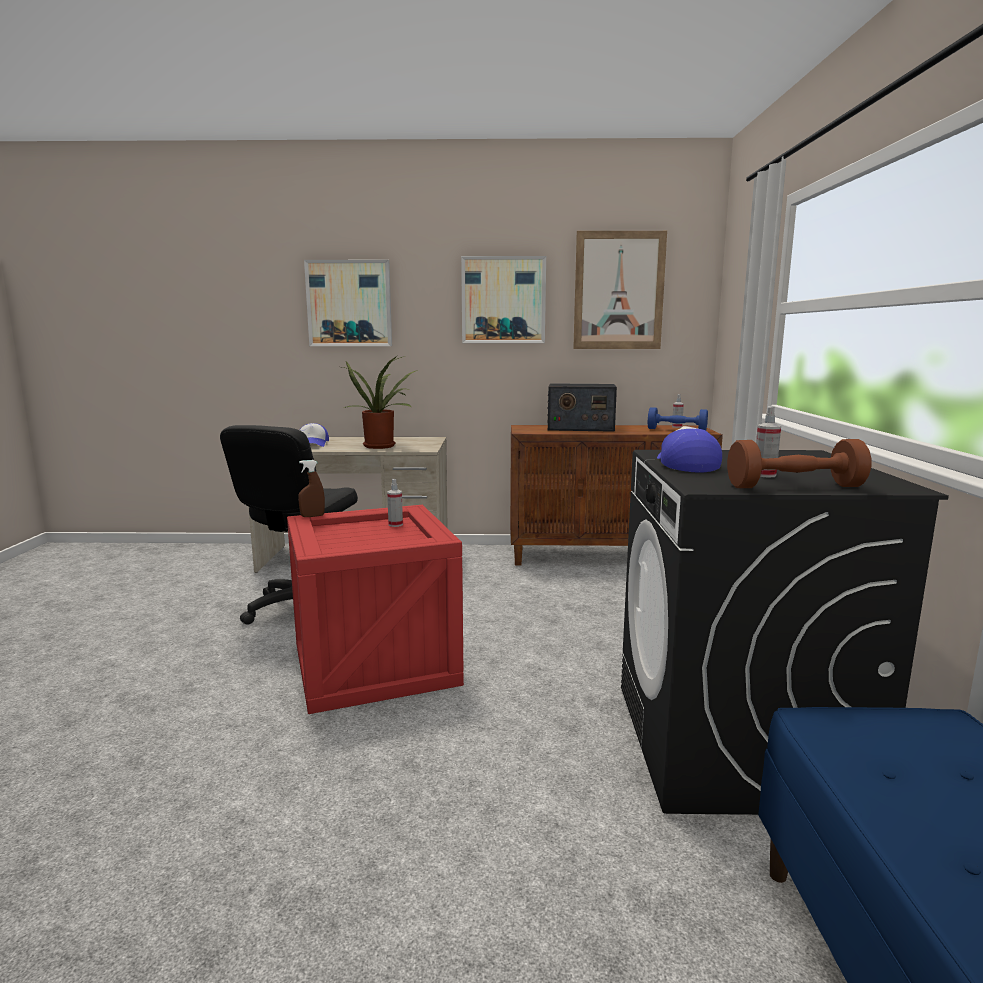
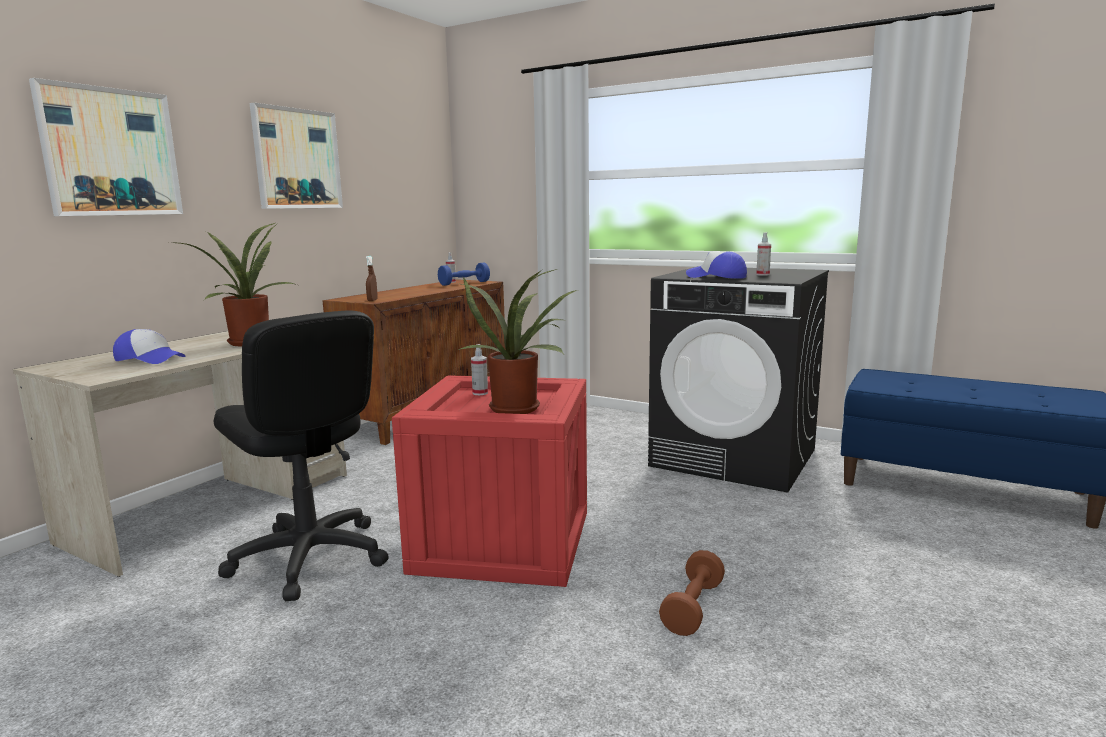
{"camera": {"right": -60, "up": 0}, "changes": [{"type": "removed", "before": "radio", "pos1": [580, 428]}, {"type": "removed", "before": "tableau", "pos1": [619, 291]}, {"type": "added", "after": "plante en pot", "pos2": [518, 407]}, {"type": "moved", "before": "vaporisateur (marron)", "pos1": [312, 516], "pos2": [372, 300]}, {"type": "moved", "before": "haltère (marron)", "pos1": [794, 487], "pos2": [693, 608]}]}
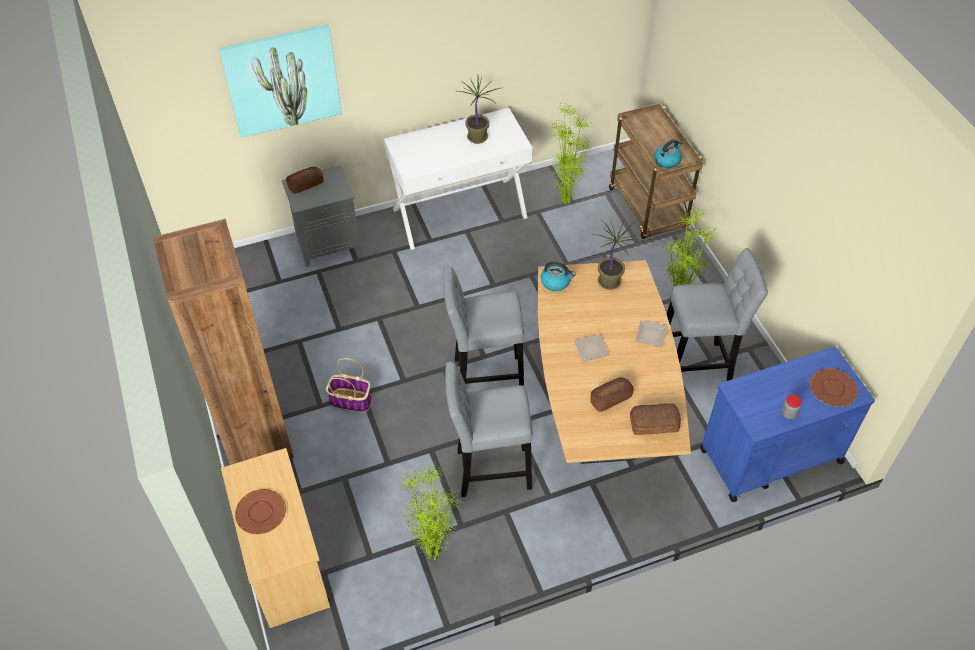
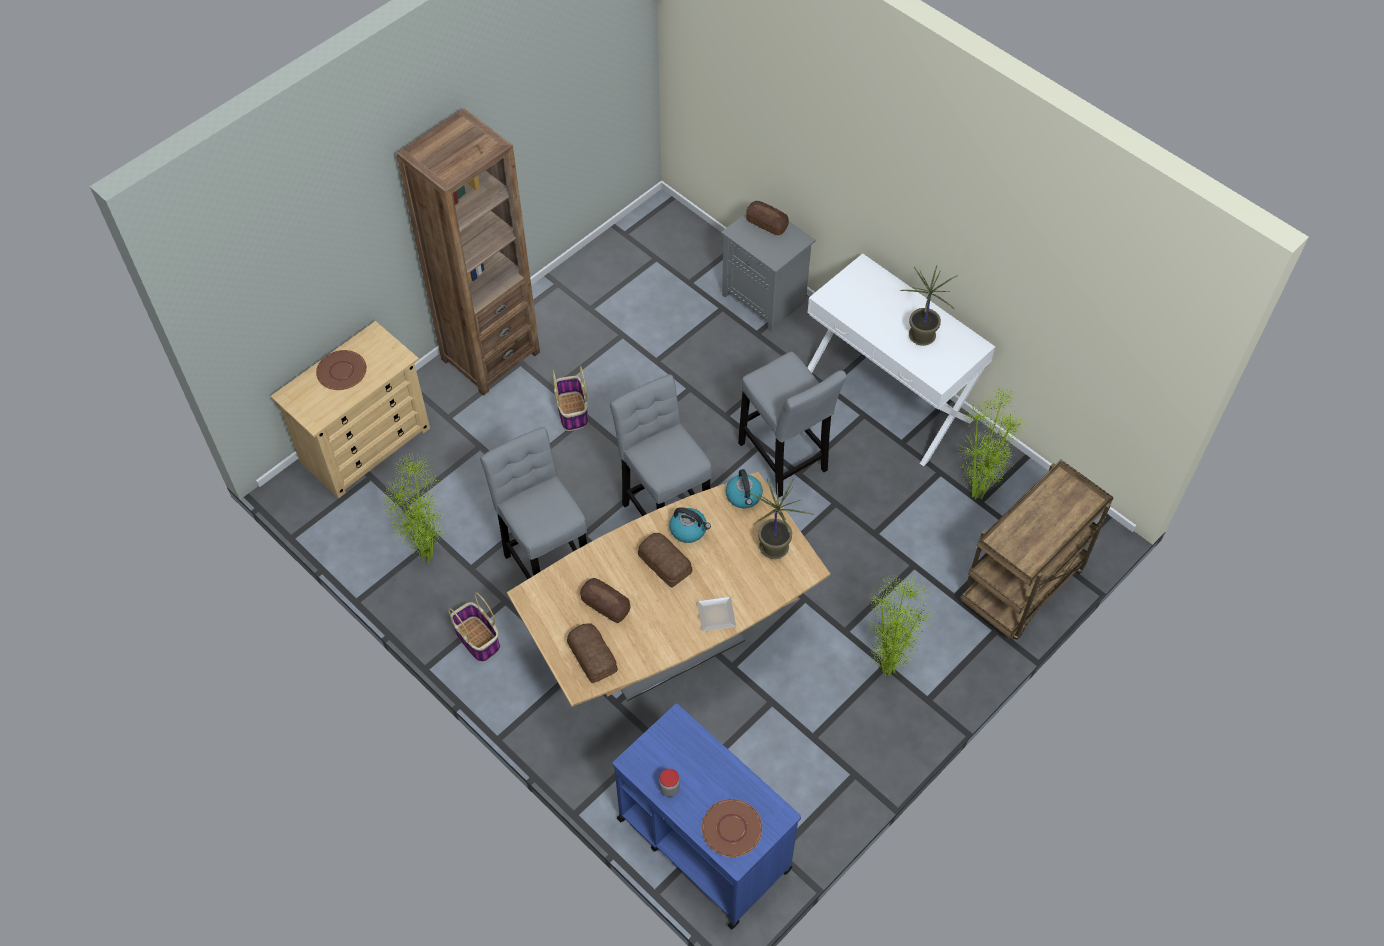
{"camera": {"right": 65, "up": 5}, "changes": [{"type": "removed", "before": "tableau", "pos1": [282, 80]}, {"type": "added", "after": "panier", "pos2": [478, 640]}, {"type": "moved", "before": "bouilloire", "pos1": [667, 160], "pos2": [689, 530]}, {"type": "moved", "before": "tabouret (gris)", "pos1": [698, 365], "pos2": [784, 461]}, {"type": "replaced", "before": "assiette", "after": "pain", "pos1": [592, 349], "pos2": [664, 565]}]}
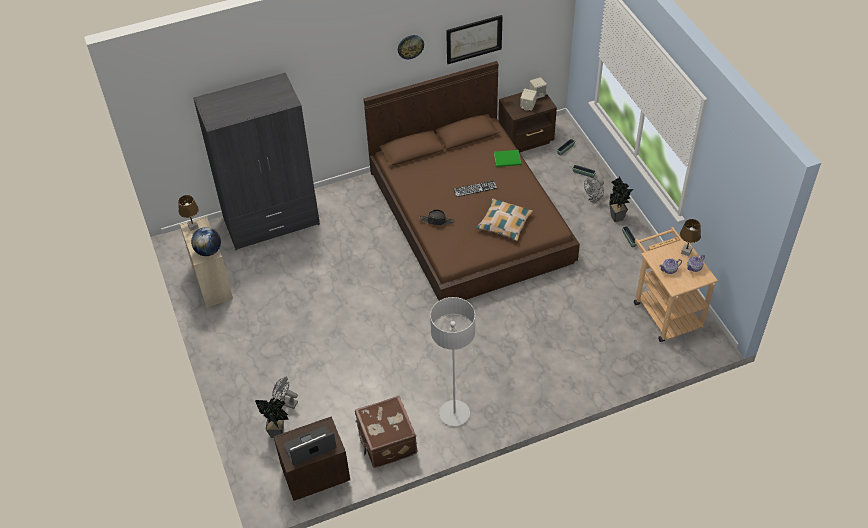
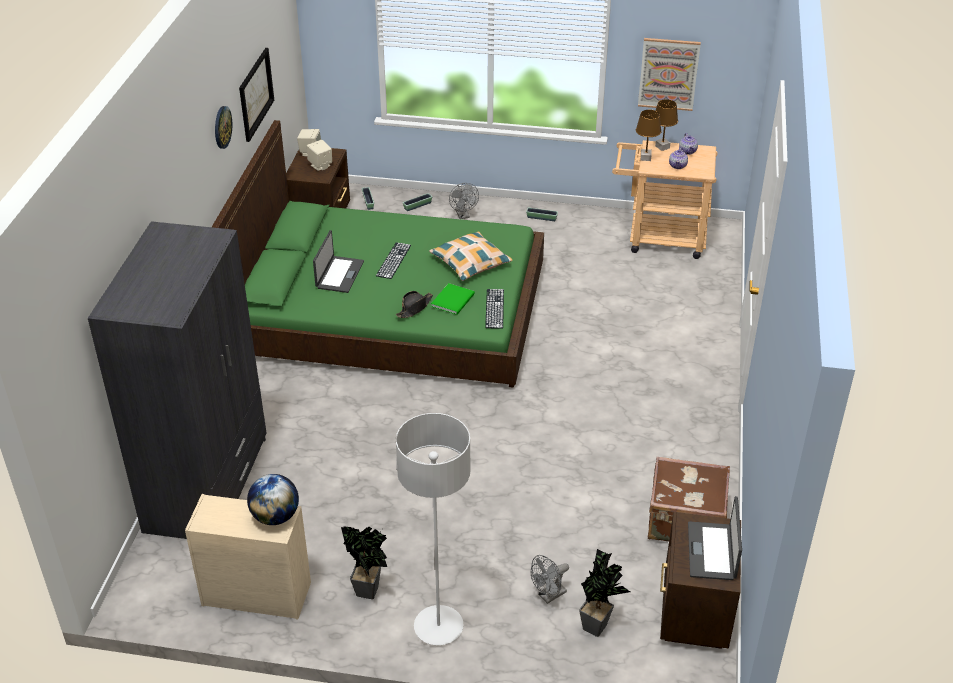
{"camera": {"right": -60, "up": -10}, "changes": [{"type": "added", "after": "ordinateur portable", "pos2": [339, 274]}, {"type": "added", "after": "clavier", "pos2": [494, 308]}, {"type": "added", "after": "tableau", "pos2": [668, 74]}, {"type": "moved", "before": "lampe de table (marron)", "pos1": [193, 226], "pos2": [645, 157]}, {"type": "moved", "before": "lampadaire (gris)", "pos1": [454, 414], "pos2": [438, 627]}, {"type": "moved", "before": "livre (vert)", "pos1": [508, 159], "pos2": [454, 300]}, {"type": "moved", "before": "plante en pot", "pos1": [616, 219], "pos2": [370, 593]}, {"type": "recoloured", "before": "lit (marron)", "after": "lit (vert)", "pos1": [470, 216], "pos2": [392, 309]}]}
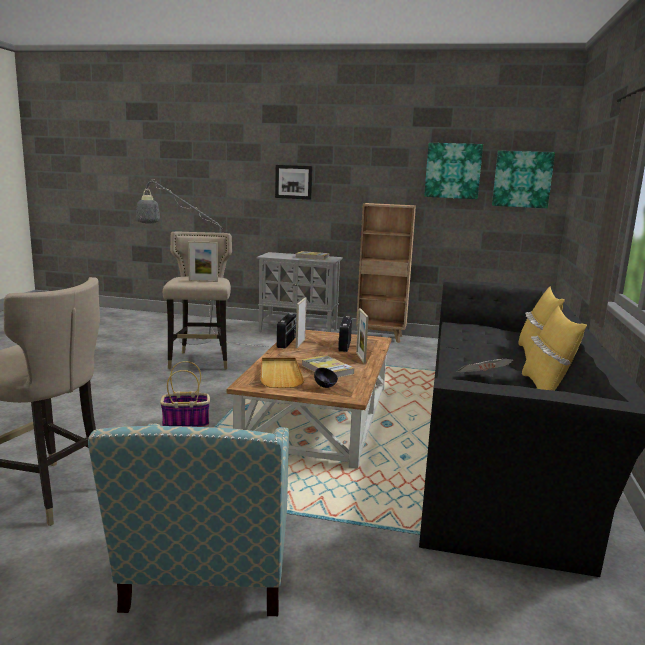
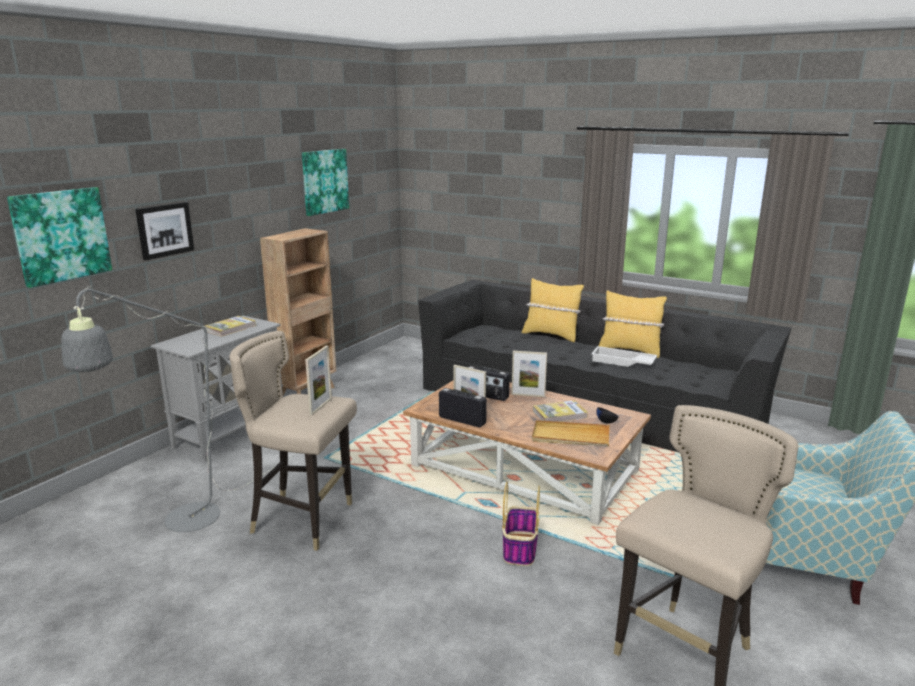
{"camera": {"right": -70, "up": 5}, "changes": [{"type": "moved", "before": "tableau", "pos1": [522, 179], "pos2": [61, 235]}, {"type": "replaced", "before": "journal", "after": "plateau (blanc)", "pos1": [482, 380], "pos2": [622, 362]}]}
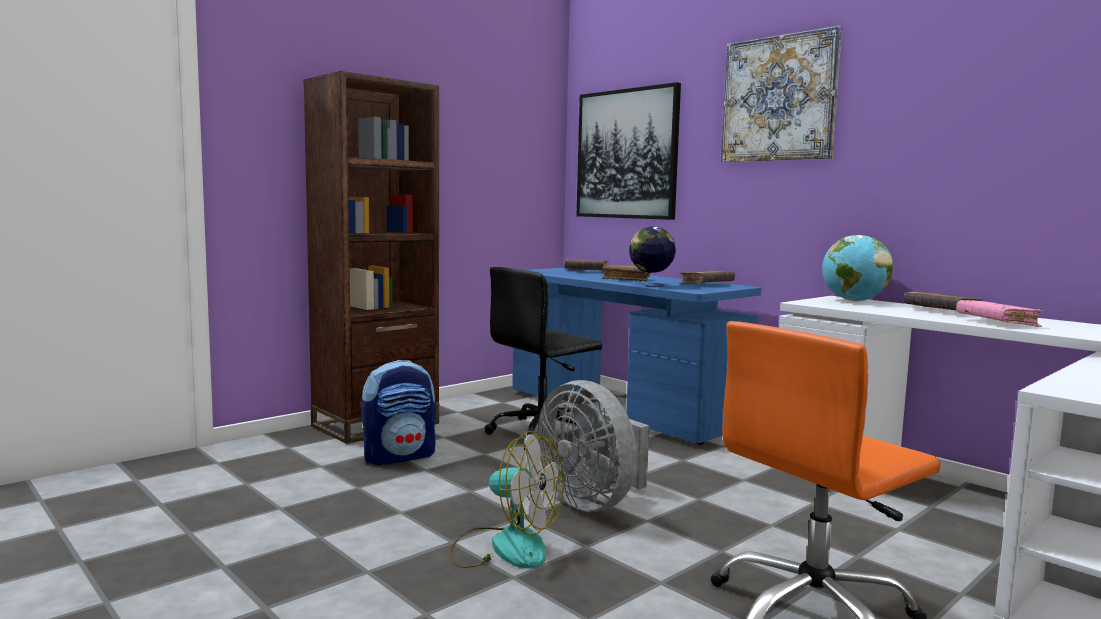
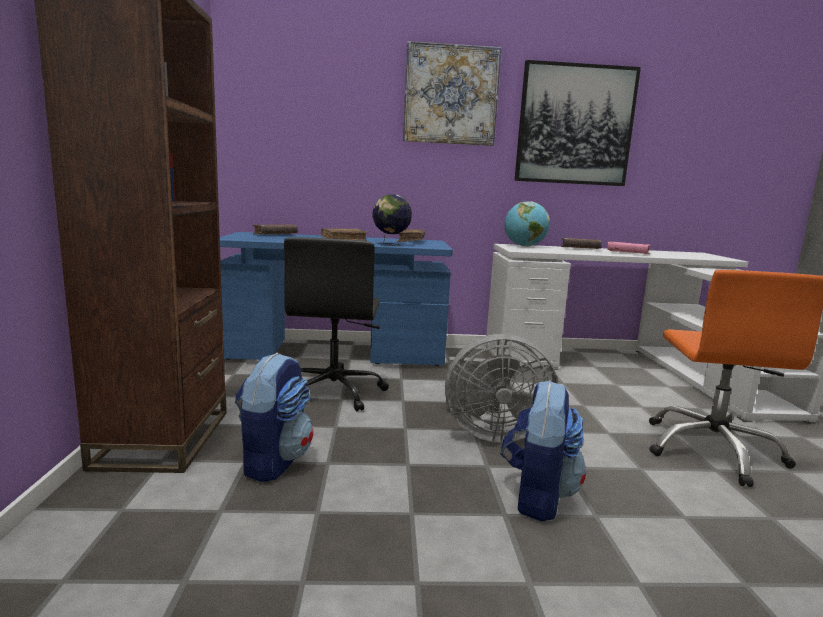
{"camera": {"right": -50, "up": 5}, "changes": [{"type": "moved", "before": "tableau", "pos1": [627, 154], "pos2": [575, 125]}, {"type": "replaced", "before": "ventilateur", "after": "sac à dos", "pos1": [505, 546], "pos2": [537, 496]}]}
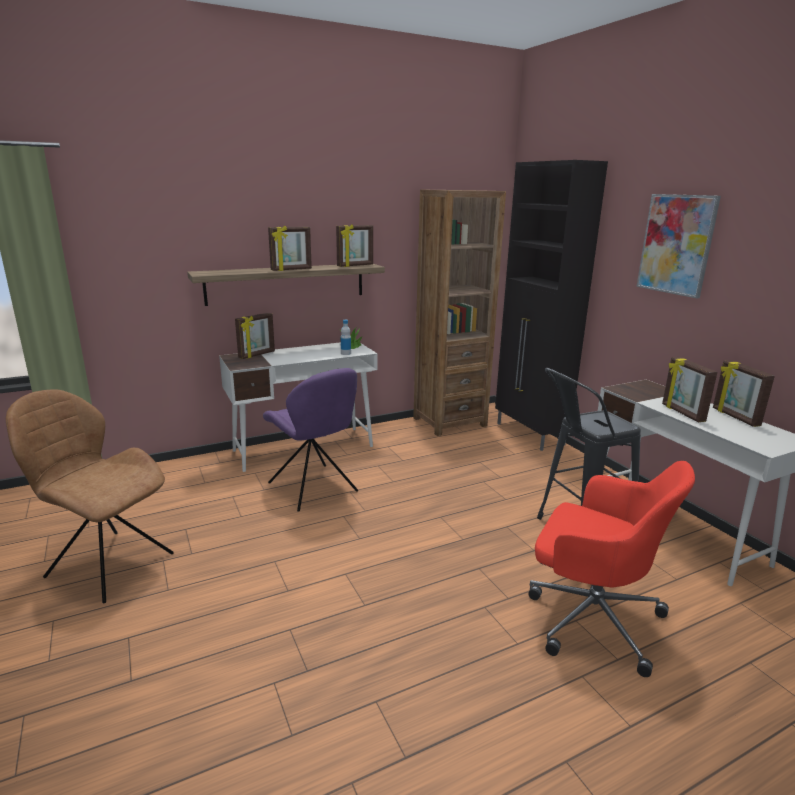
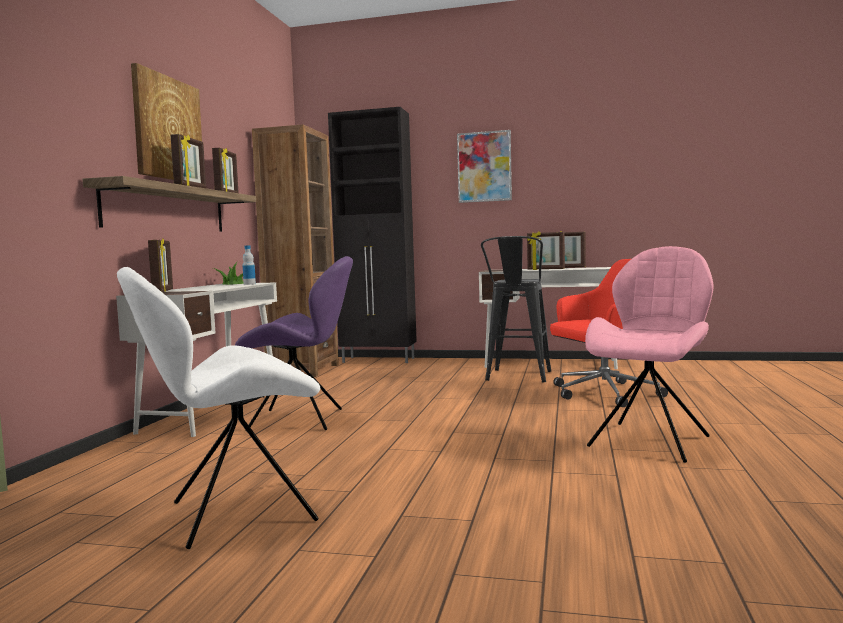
{"camera": {"right": -50, "up": -15}, "changes": [{"type": "added", "after": "tableau", "pos2": [167, 129]}, {"type": "added", "after": "chaise (rose)", "pos2": [650, 440]}, {"type": "recoloured", "before": "chaise (marron)", "after": "chaise (blanc)", "pos1": [107, 564], "pos2": [236, 513]}]}
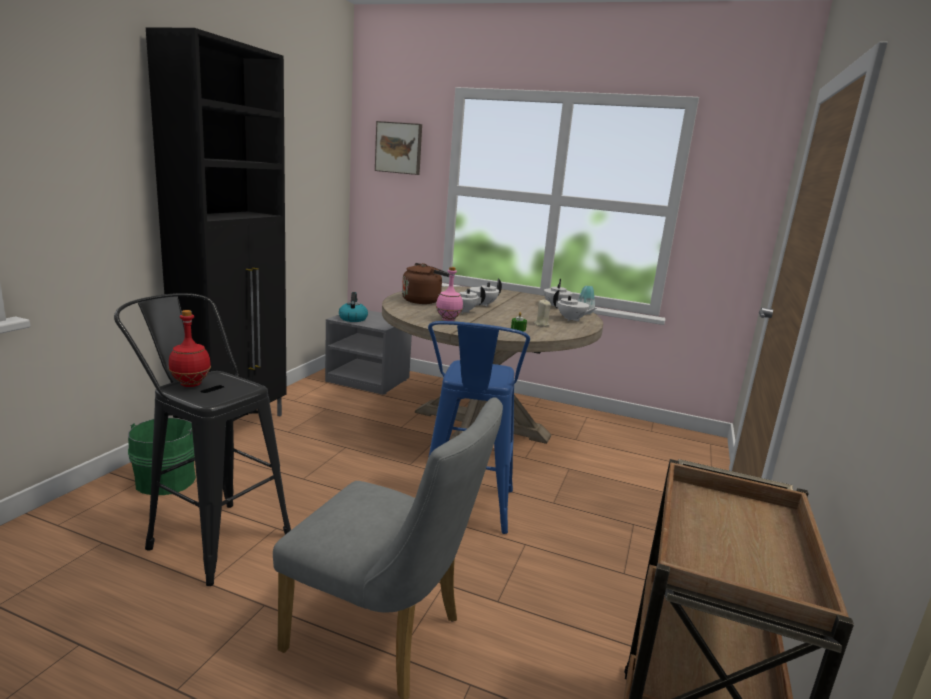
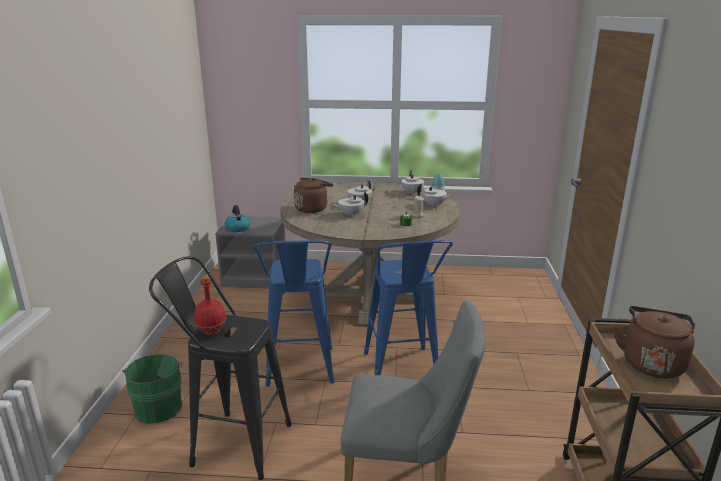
{"camera": {"right": -15, "up": 5}, "changes": [{"type": "removed", "before": "meuble de rangement (noir)", "pos1": [236, 427]}, {"type": "removed", "before": "tableau", "pos1": [399, 148]}, {"type": "removed", "before": "bouteille (rose)", "pos1": [448, 320]}, {"type": "added", "after": "tabouret (bleu)", "pos2": [300, 372]}, {"type": "added", "after": "bouilloire (marron)", "pos2": [651, 363]}]}
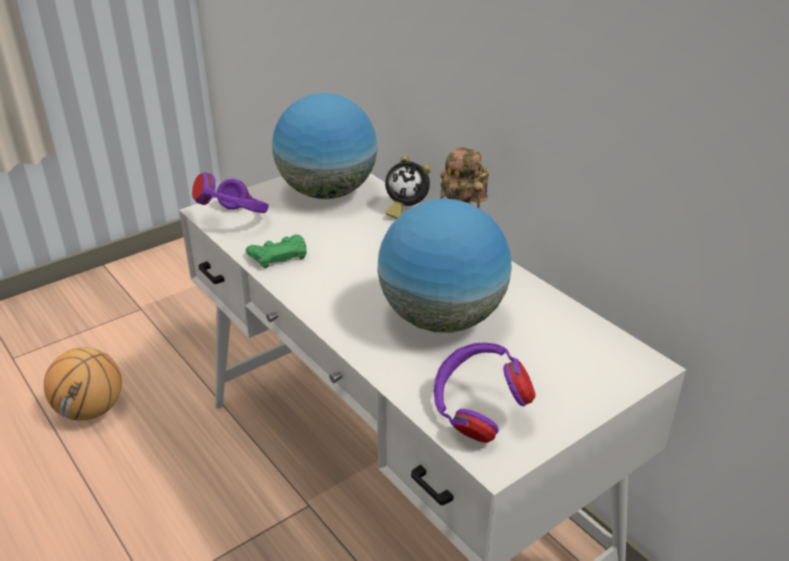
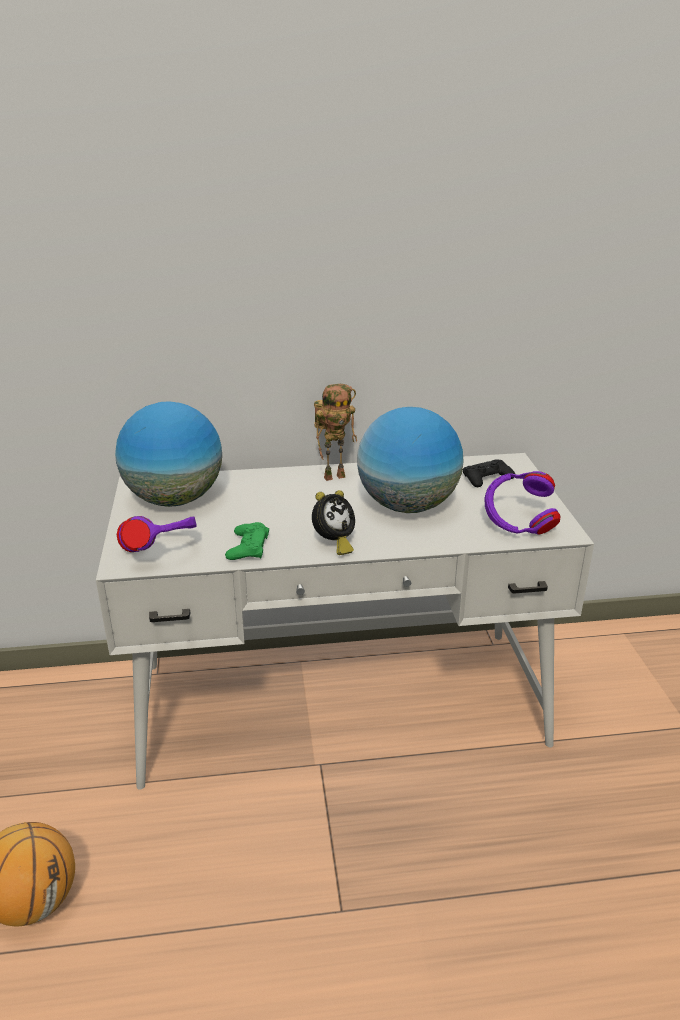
{"camera": {"right": -60, "up": -5}, "changes": [{"type": "added", "after": "manette (noir)", "pos2": [487, 478]}, {"type": "moved", "before": "réveil", "pos1": [405, 209], "pos2": [333, 544]}]}
